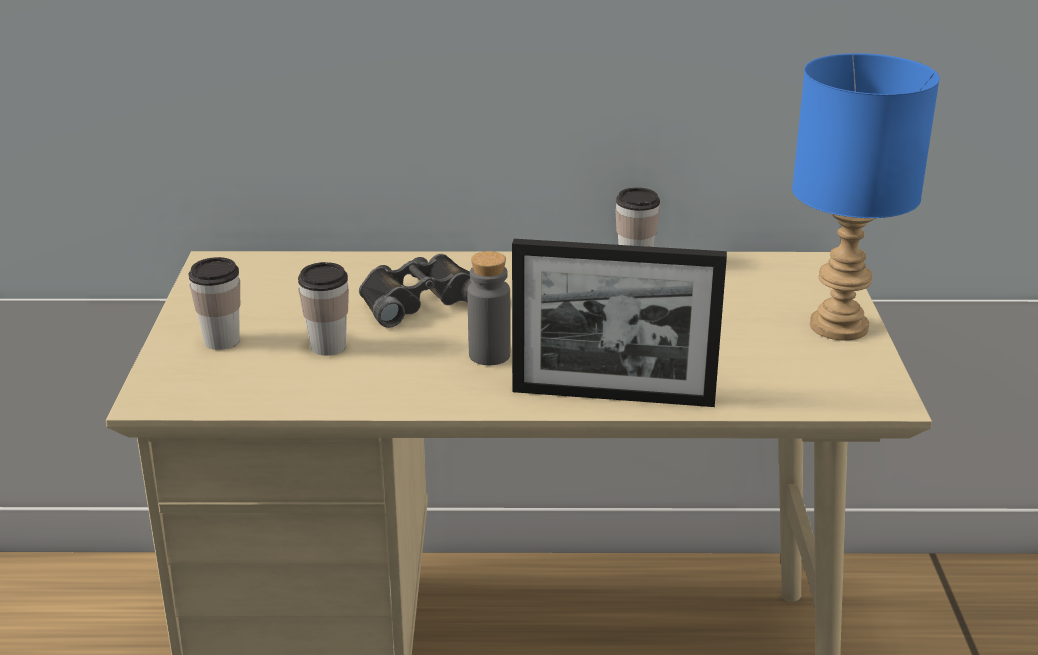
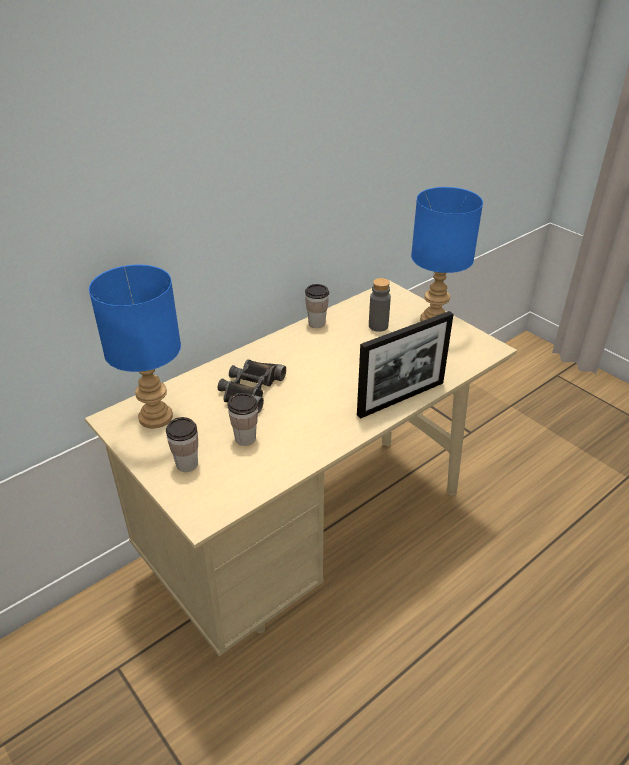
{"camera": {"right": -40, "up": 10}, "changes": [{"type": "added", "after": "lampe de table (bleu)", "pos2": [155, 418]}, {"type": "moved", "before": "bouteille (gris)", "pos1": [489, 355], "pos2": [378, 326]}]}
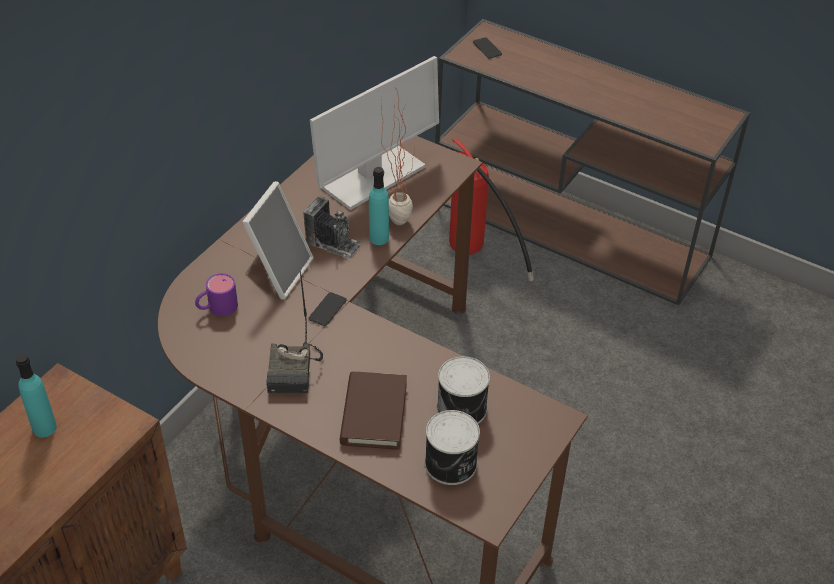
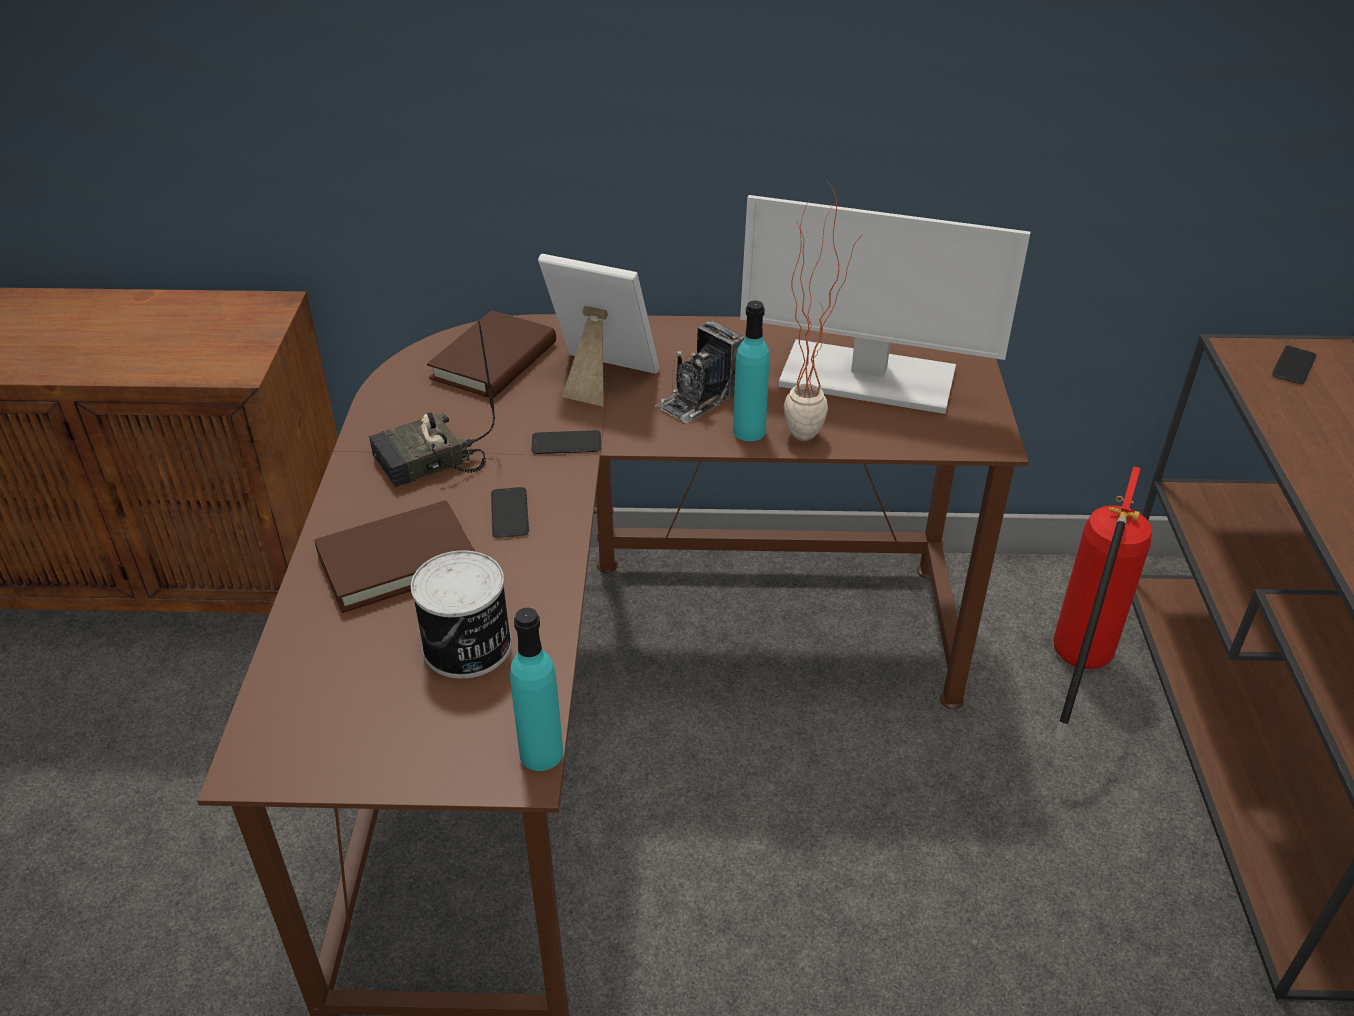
{"camera": {"right": 60, "up": -5}, "changes": [{"type": "removed", "before": "boîte métallique", "pos1": [452, 464]}, {"type": "added", "after": "téléphone", "pos2": [509, 513]}, {"type": "moved", "before": "bouteille (turquoise)", "pos1": [44, 428], "pos2": [541, 753]}, {"type": "replaced", "before": "mug (violet)", "after": "livre (marron)", "pos1": [217, 308], "pos2": [494, 361]}, {"type": "turned", "before": "cadre photo", "pos1": [278, 272], "pos2": [599, 379], "turn": -150}, {"type": "turned", "before": "appareil photo", "pos1": [333, 243], "pos2": [699, 398], "turn": 45}]}
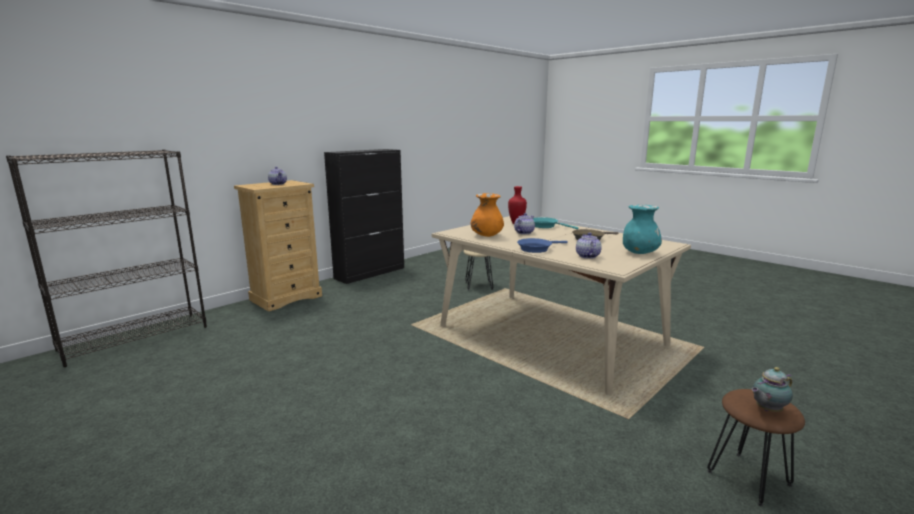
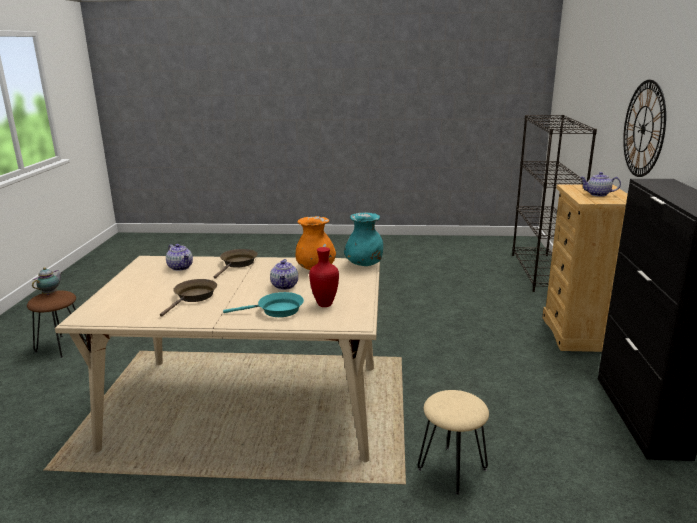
{"camera": {"right": 140, "up": 5}, "changes": [{"type": "added", "after": "horloge murale", "pos2": [643, 129]}, {"type": "moved", "before": "vase (turquoise)", "pos1": [639, 253], "pos2": [364, 264]}, {"type": "recoloured", "before": "poêle (bleu)", "after": "poêle (marron)", "pos1": [536, 249], "pos2": [237, 264]}]}
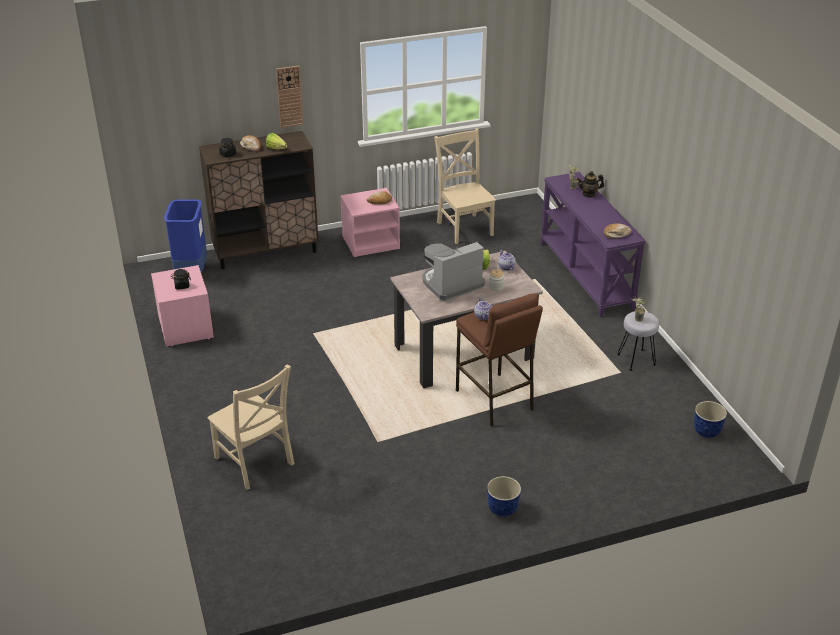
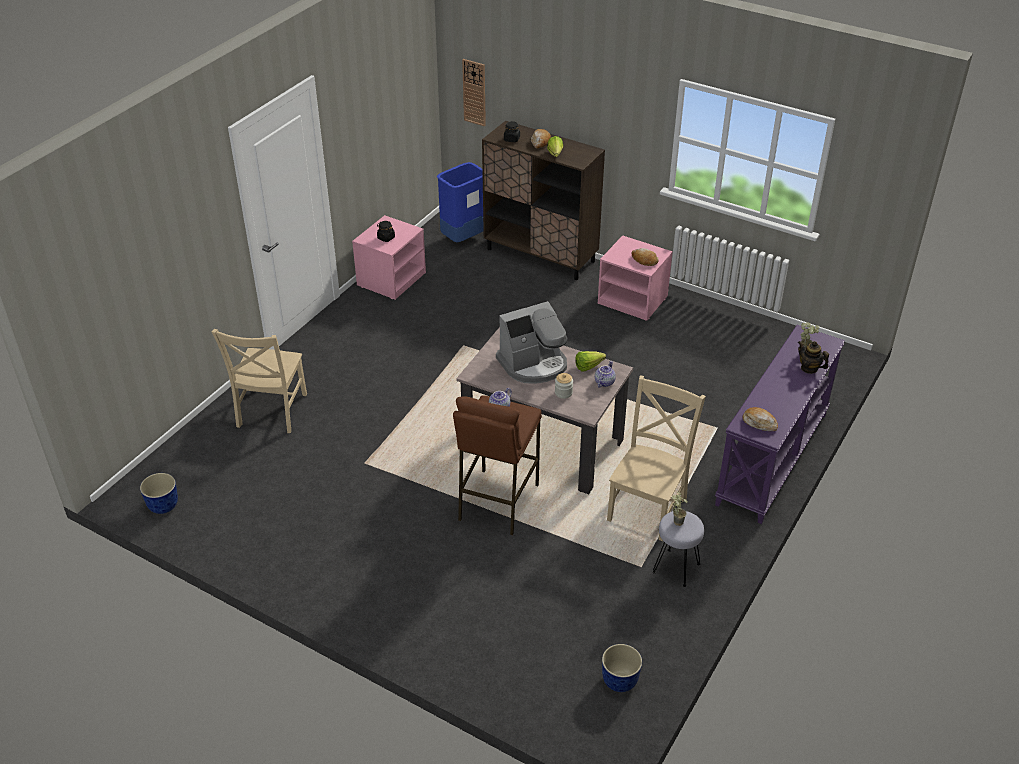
{"camera": {"right": 50, "up": 5}, "changes": [{"type": "moved", "before": "horloge murale", "pos1": [289, 96], "pos2": [474, 92]}, {"type": "moved", "before": "chaise (beige)", "pos1": [464, 227], "pos2": [648, 507]}, {"type": "moved", "before": "cache-pot", "pos1": [502, 509], "pos2": [163, 506]}, {"type": "turned", "before": "machine à café", "pos1": [451, 284], "pos2": [533, 364], "turn": 135}]}
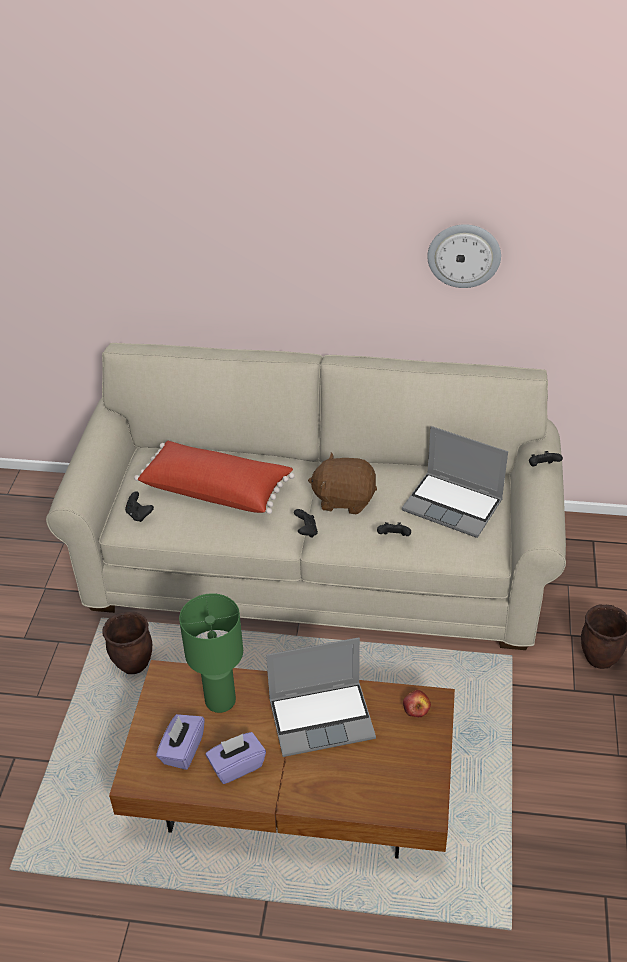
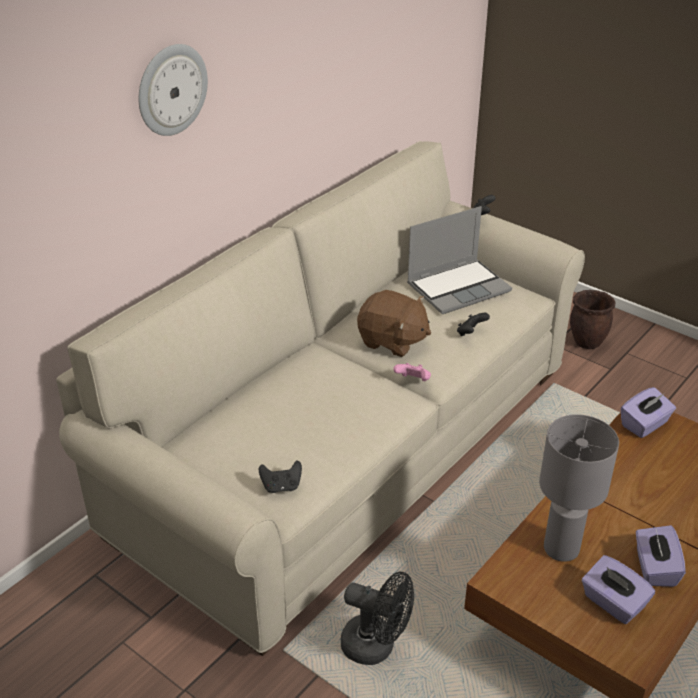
{"camera": {"right": -60, "up": -5}, "changes": [{"type": "removed", "before": "coussin (rouge)", "pos1": [216, 489]}, {"type": "removed", "before": "ordinateur portable", "pos1": [322, 718]}, {"type": "moved", "before": "horloge murale", "pos1": [464, 255], "pos2": [171, 89]}, {"type": "replaced", "before": "cache-pot (marron)", "after": "ventilateur (noir)", "pos1": [133, 664], "pos2": [376, 646]}, {"type": "replaced", "before": "pomme", "after": "boîte à mouchoirs (violet)", "pos1": [416, 708], "pos2": [644, 424]}, {"type": "recoloured", "before": "lampe de table (vert)", "after": "lampe de table (gris)", "pos1": [219, 700], "pos2": [560, 549]}, {"type": "recoloured", "before": "manette (noir)", "after": "manette (rose)", "pos1": [306, 531], "pos2": [413, 381]}, {"type": "turned", "before": "peluche (marron)", "pos1": [344, 499], "pos2": [392, 341], "turn": -105}]}
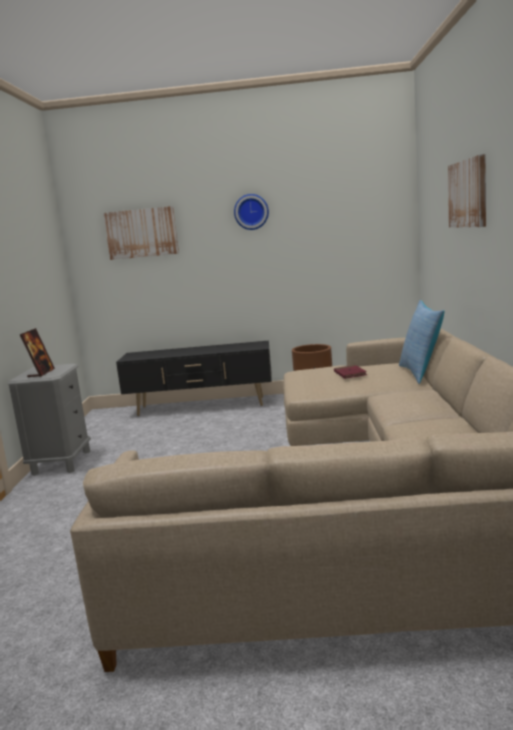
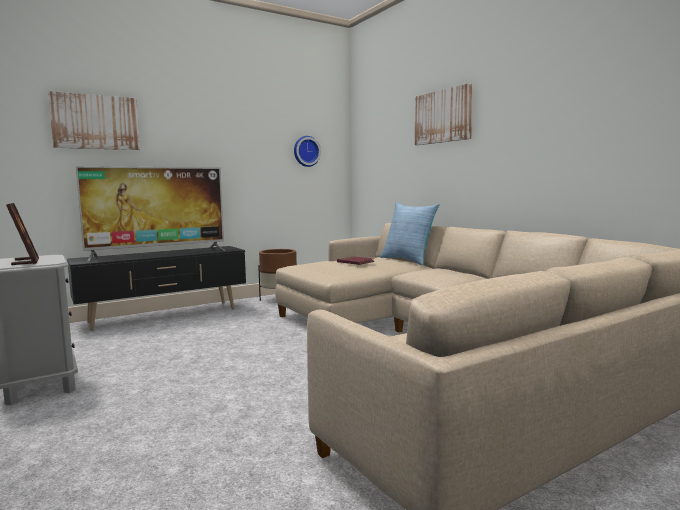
{"camera": {"right": -35, "up": -5}, "changes": [{"type": "added", "after": "téléviseur", "pos2": [158, 253]}, {"type": "moved", "before": "horloge murale", "pos1": [251, 212], "pos2": [306, 151]}]}
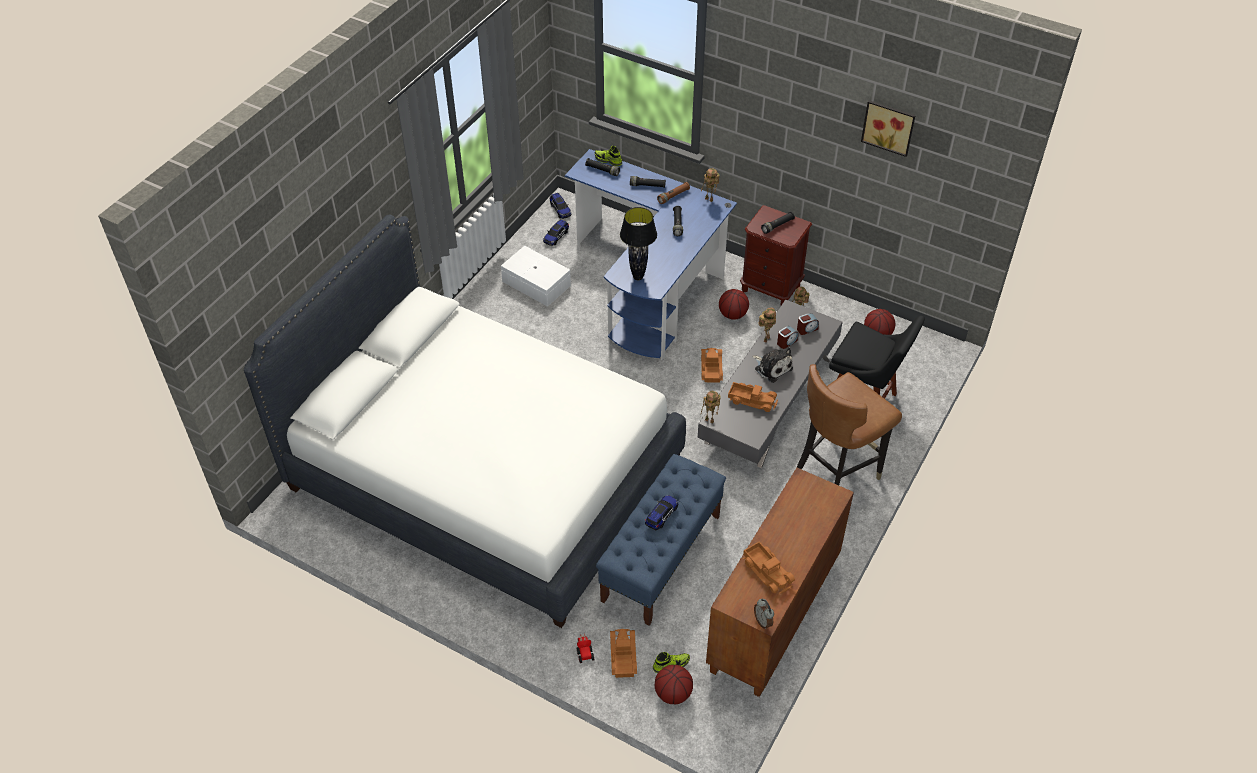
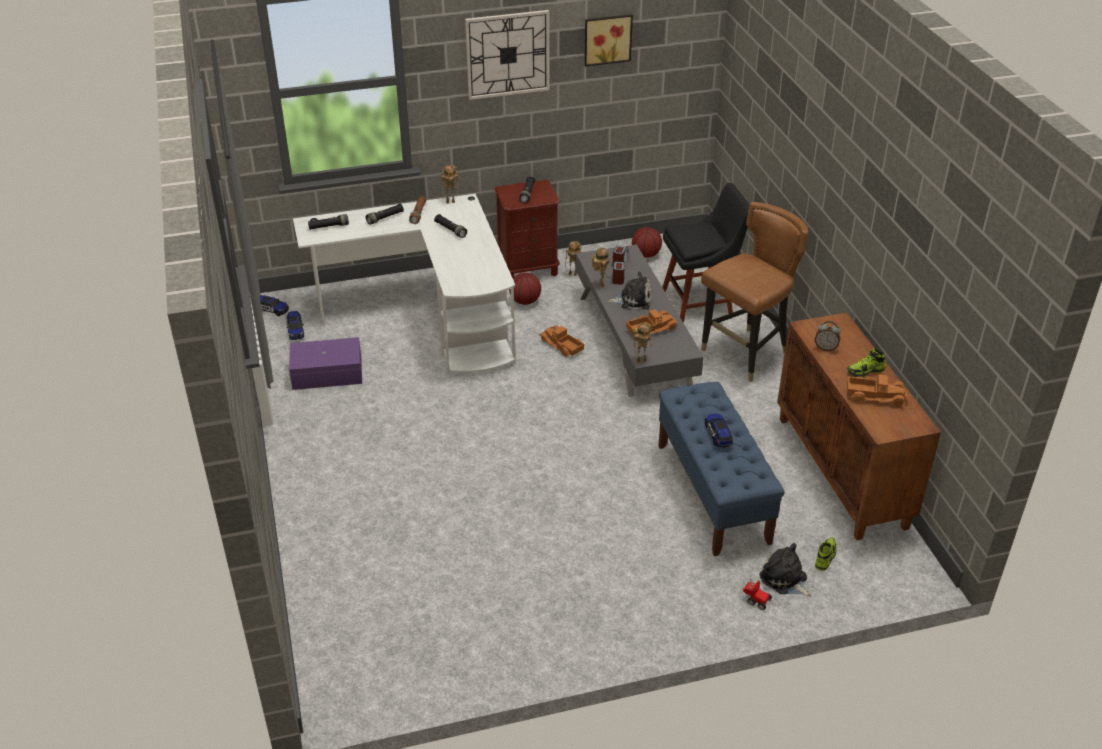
{"camera": {"right": -45, "up": -10}, "changes": [{"type": "removed", "before": "lit (blanc)", "pos1": [485, 473]}, {"type": "removed", "before": "lampe de table (noir)", "pos1": [638, 277]}, {"type": "removed", "before": "ballon de basket", "pos1": [673, 693]}, {"type": "added", "after": "horloge murale", "pos2": [507, 54]}, {"type": "moved", "before": "chaussure", "pos1": [608, 160], "pos2": [865, 371]}, {"type": "moved", "before": "réveil", "pos1": [763, 621], "pos2": [825, 348]}, {"type": "replaced", "before": "camion jouet", "after": "peluche", "pos1": [622, 656], "pos2": [785, 579]}, {"type": "recoloured", "before": "boîte de rangement (blanc)", "after": "boîte de rangement (violet)", "pos1": [536, 284], "pos2": [328, 374]}, {"type": "recoloured", "before": "bureau (bleu)", "after": "bureau (blanc)", "pos1": [652, 283], "pos2": [430, 316]}, {"type": "turned", "before": "chaise (marron)", "pos1": [836, 472], "pos2": [745, 354], "turn": -135}]}
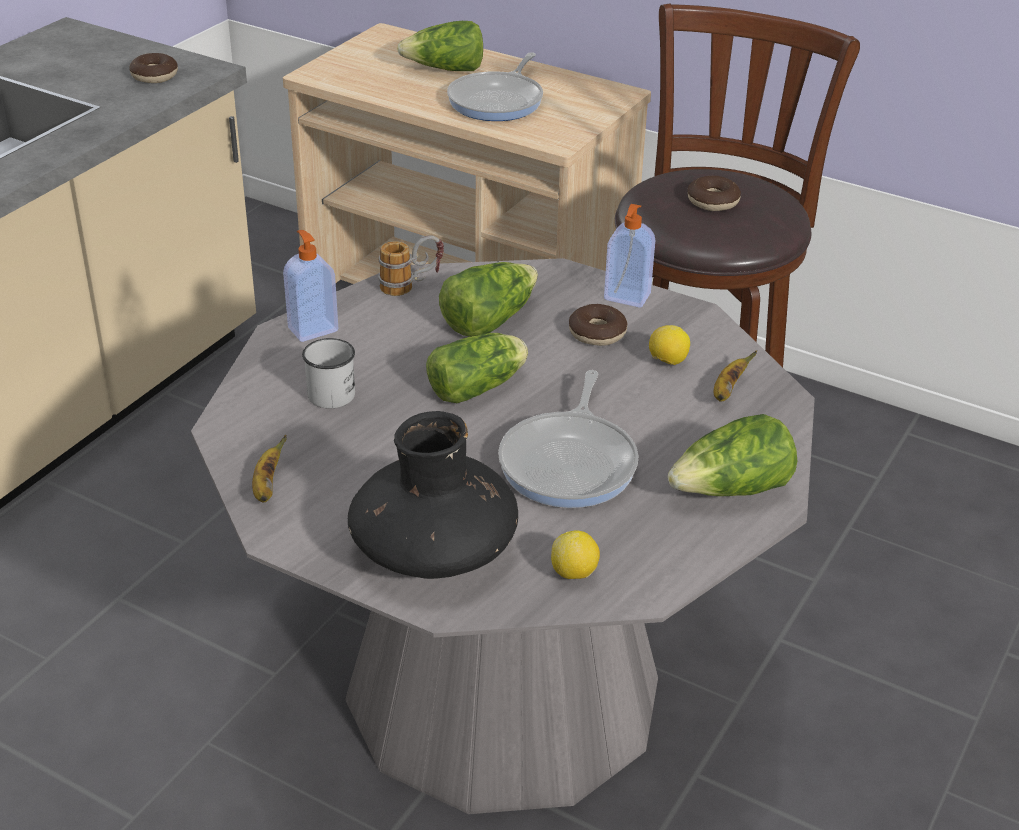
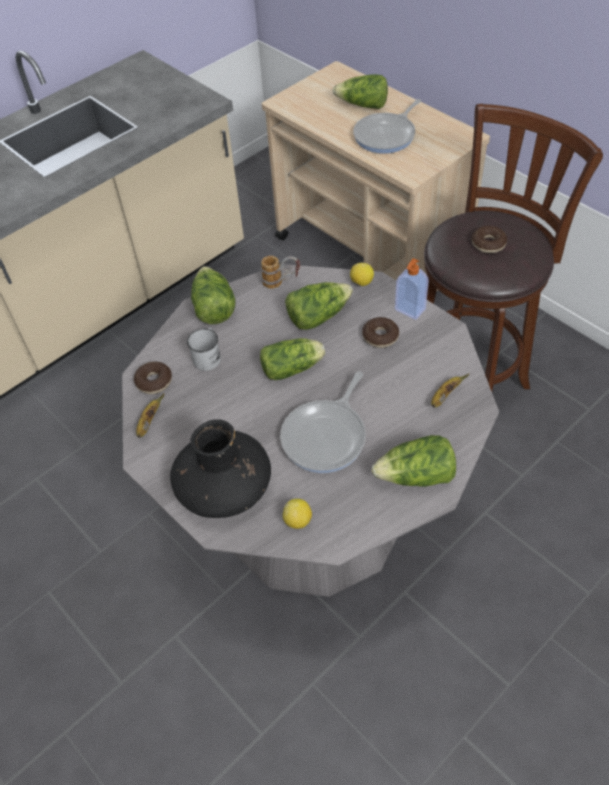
{"camera": {"right": 20, "up": 15}, "changes": [{"type": "moved", "before": "beignet", "pos1": [154, 76], "pos2": [154, 381]}, {"type": "moved", "before": "citron", "pos1": [667, 362], "pos2": [361, 282]}, {"type": "replaced", "before": "distributeur de savon", "after": "laitue", "pos1": [312, 329], "pos2": [213, 307]}]}
